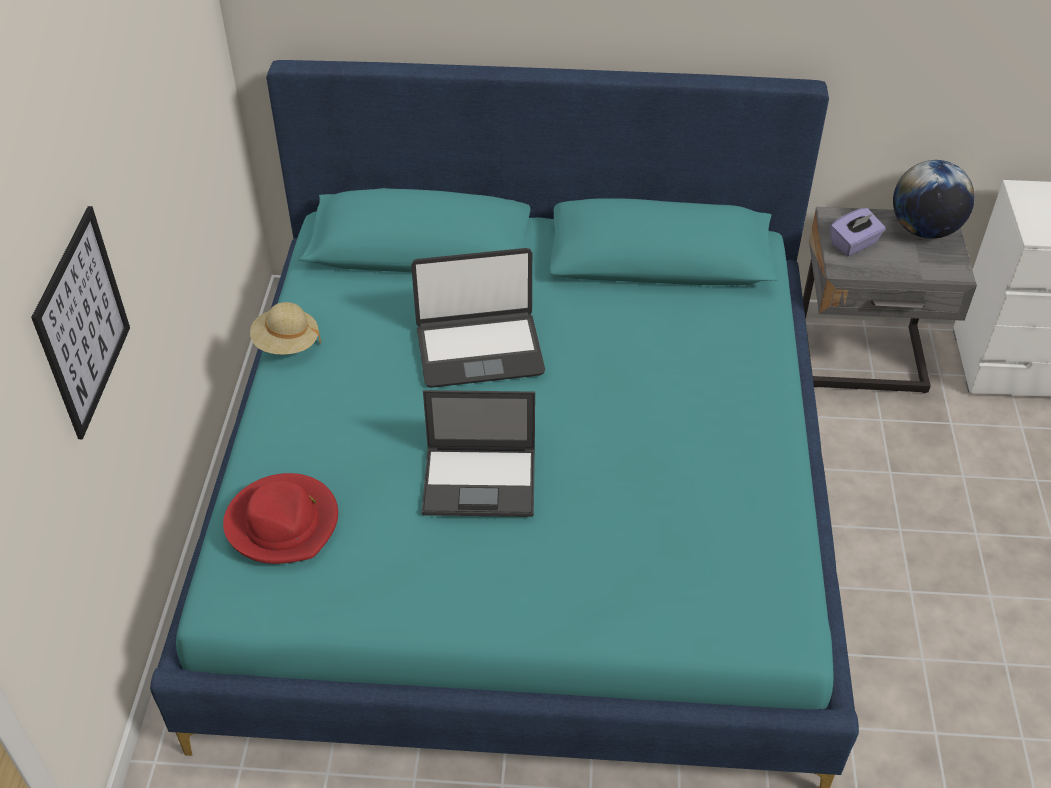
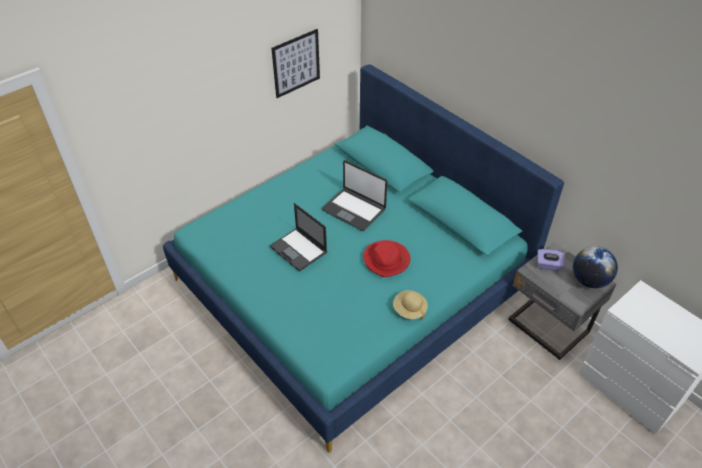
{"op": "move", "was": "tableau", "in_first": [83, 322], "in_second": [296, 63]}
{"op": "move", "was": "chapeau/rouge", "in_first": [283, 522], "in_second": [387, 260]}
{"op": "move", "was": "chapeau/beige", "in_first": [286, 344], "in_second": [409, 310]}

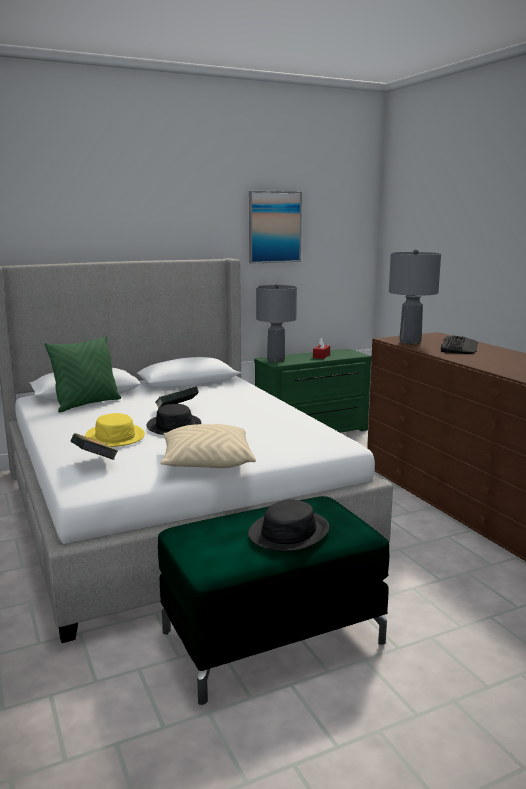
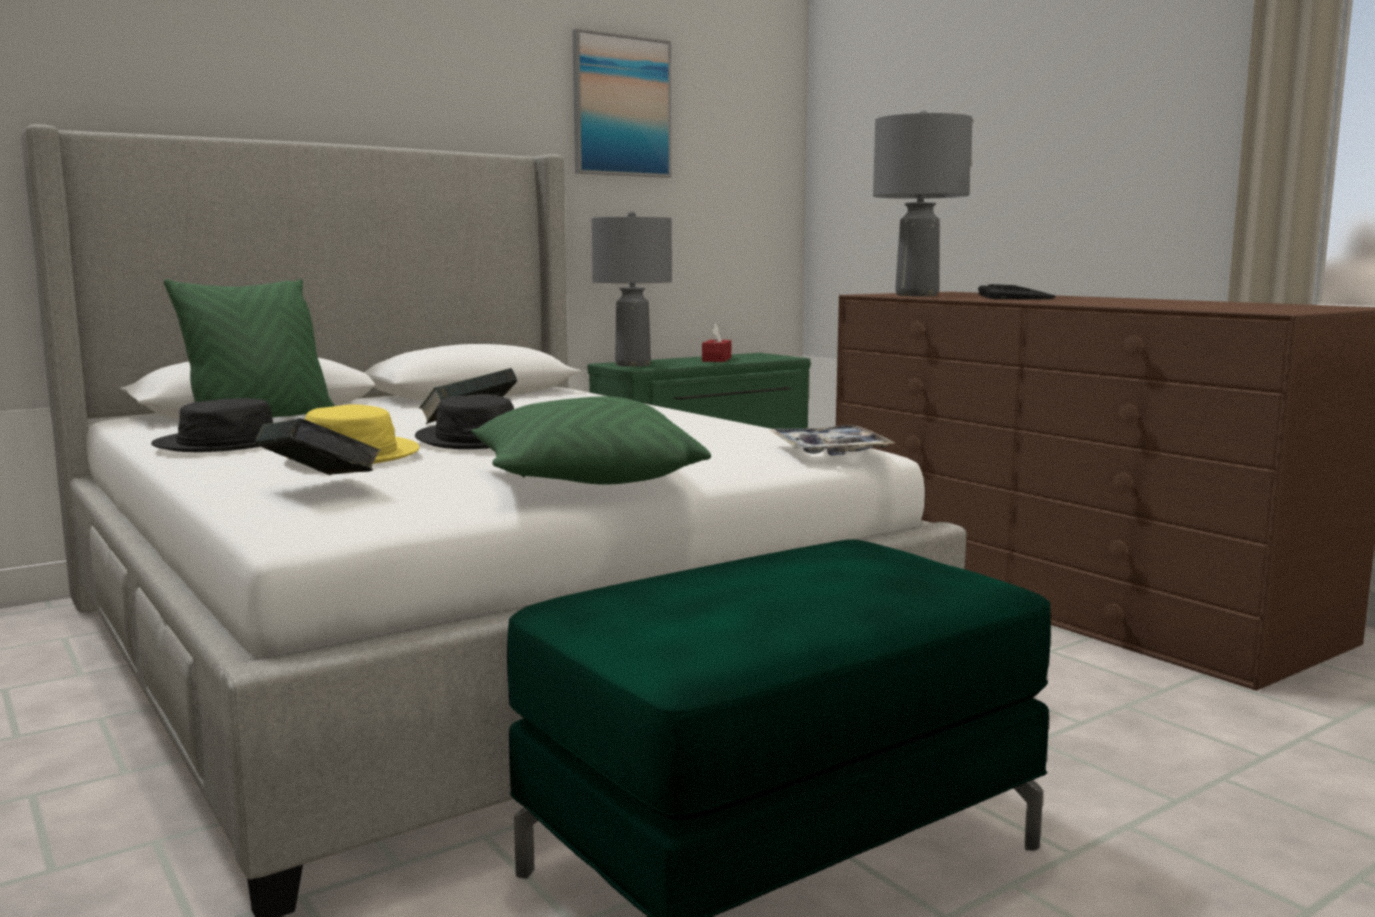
{"op": "insert", "now": "plateau", "in_second": [829, 452]}
{"op": "move", "was": "chapeau/noir", "in_first": [288, 532], "in_second": [227, 442]}
{"op": "recolor", "was": "coussin/beige", "now": "coussin/vert", "in_first": [206, 462], "in_second": [583, 481]}

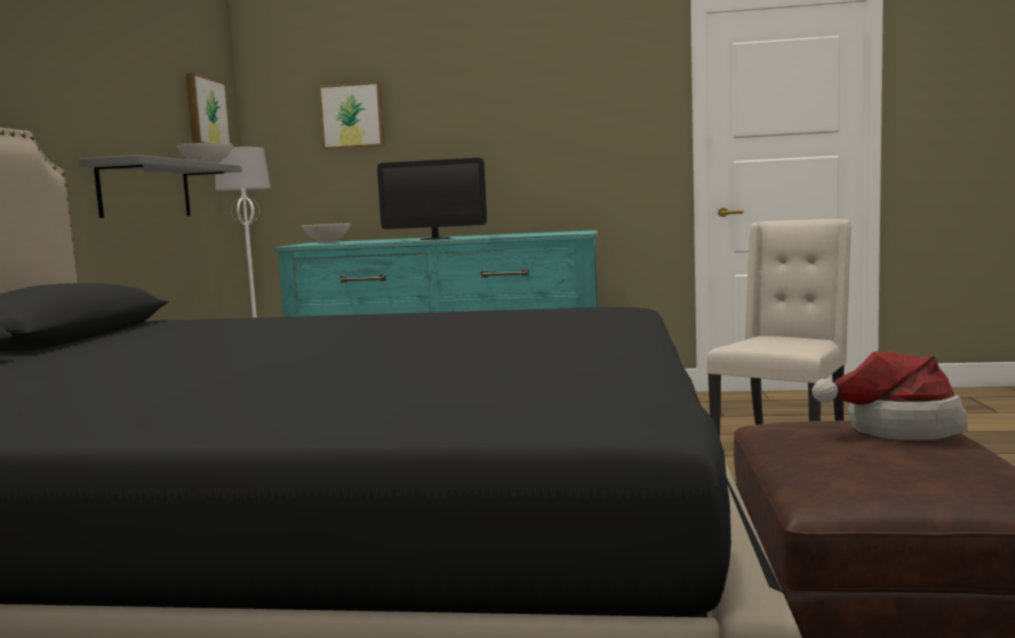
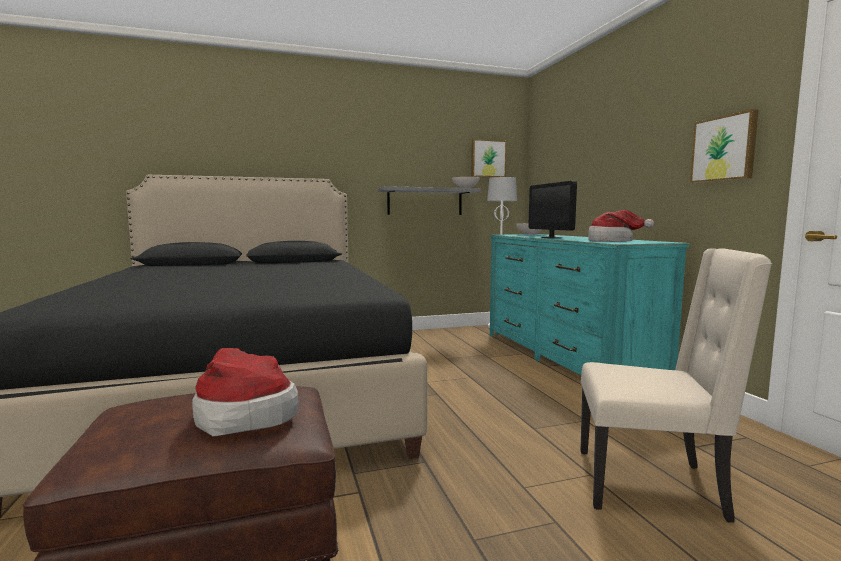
{"op": "insert", "now": "chapeau", "in_second": [613, 241]}
{"op": "move", "was": "tableau", "in_first": [352, 116], "in_second": [724, 149]}

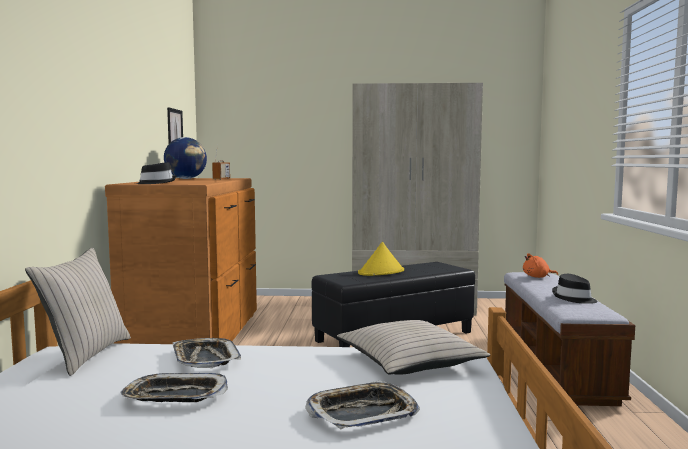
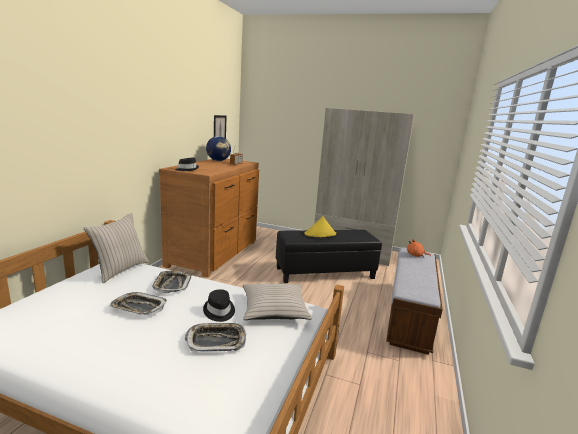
{"op": "move", "was": "chapeau/noir", "in_first": [574, 298], "in_second": [219, 311]}

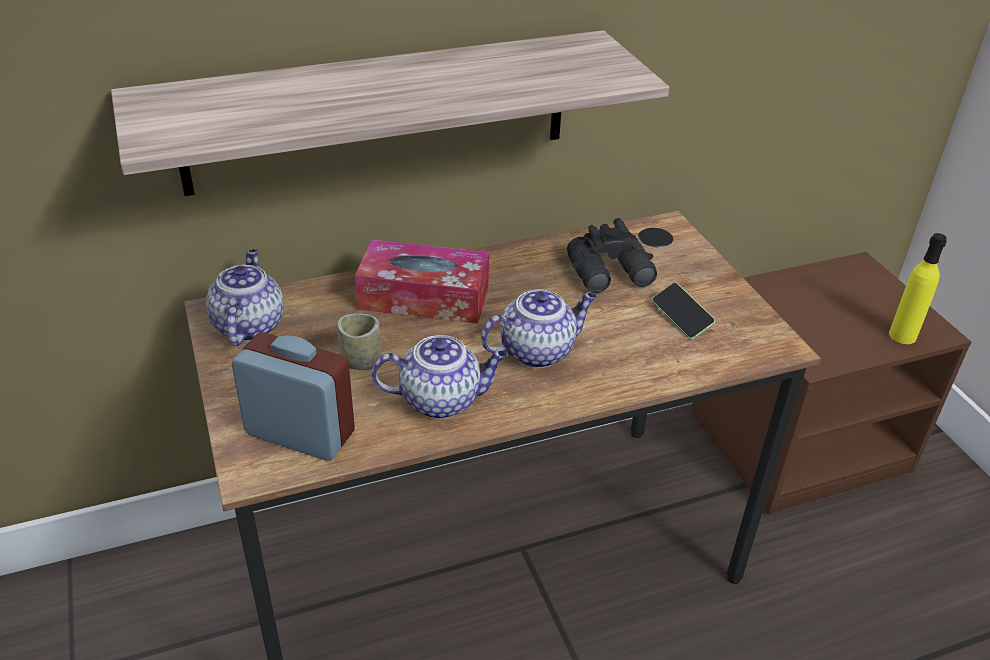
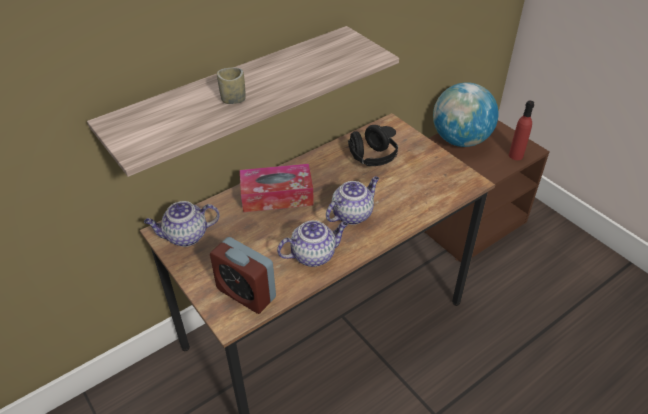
{"op": "delete", "was": "téléphone", "in_first": [681, 318]}
{"op": "insert", "now": "globe", "in_second": [460, 140]}
{"op": "move", "was": "tasse", "in_first": [361, 361], "in_second": [233, 99]}
{"op": "replace", "was": "jumelles/noir", "now": "casque audio/noir", "in_first": [612, 273], "in_second": [372, 159]}
{"op": "recolor", "was": "bouteille/jaune", "now": "bouteille/rouge", "in_first": [902, 335], "in_second": [516, 155]}
{"op": "rotate", "was": "théière", "in_first": [248, 325], "in_second": [185, 236], "clockwise": -90}
{"op": "rotate", "was": "réveil", "in_first": [300, 433], "in_second": [246, 293], "clockwise": -150}

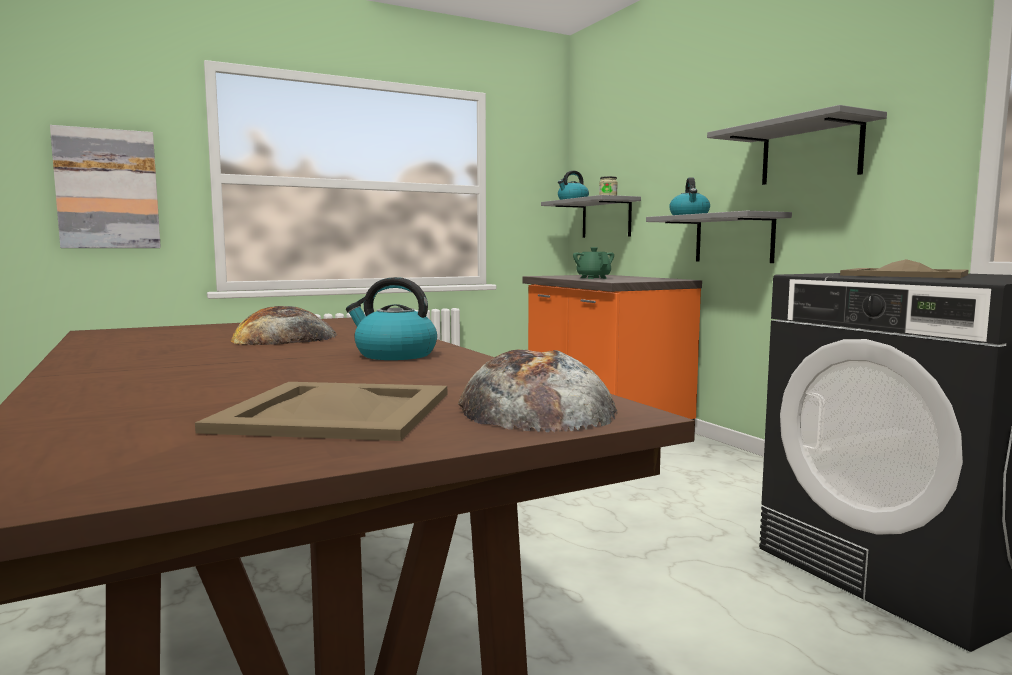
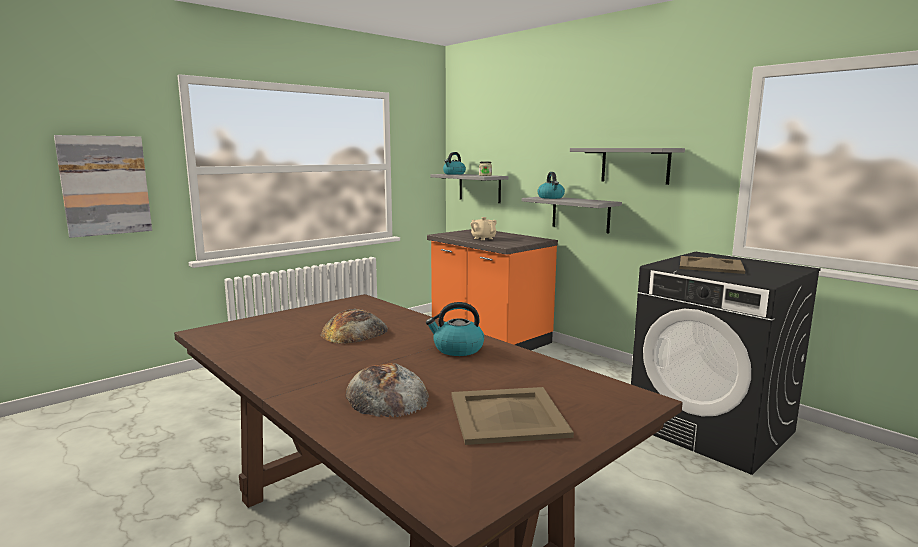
{"op": "move", "was": "pain", "in_first": [534, 407], "in_second": [386, 395]}
{"op": "recolor", "was": "théière/vert", "now": "théière/beige", "in_first": [593, 278], "in_second": [483, 238]}

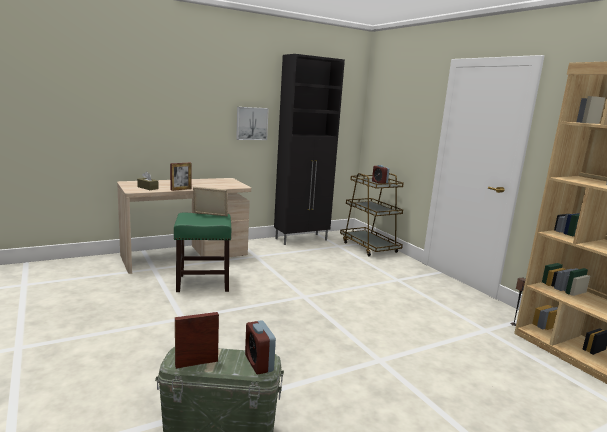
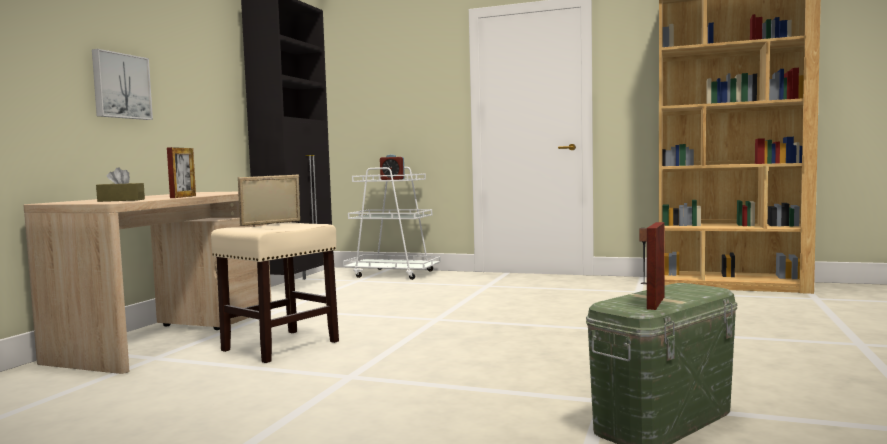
{"op": "delete", "was": "réveil", "in_first": [259, 363]}
{"op": "move", "was": "tableau", "in_first": [251, 123], "in_second": [120, 86]}
{"op": "recolor", "was": "tabouret/vert", "now": "tabouret/beige", "in_first": [202, 283], "in_second": [279, 346]}
{"op": "recolor", "was": "chariot/marron", "now": "chariot/blanc", "in_first": [369, 247], "in_second": [393, 274]}

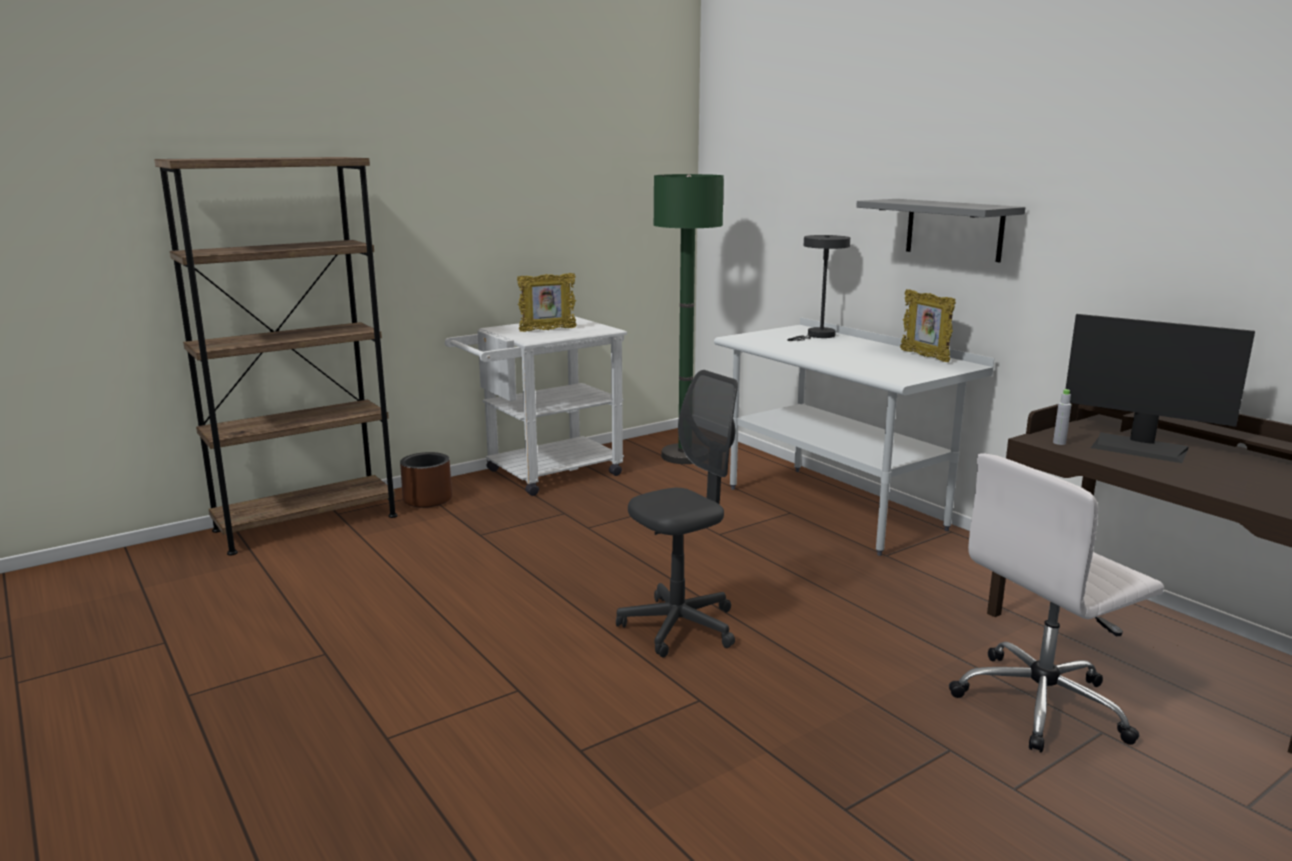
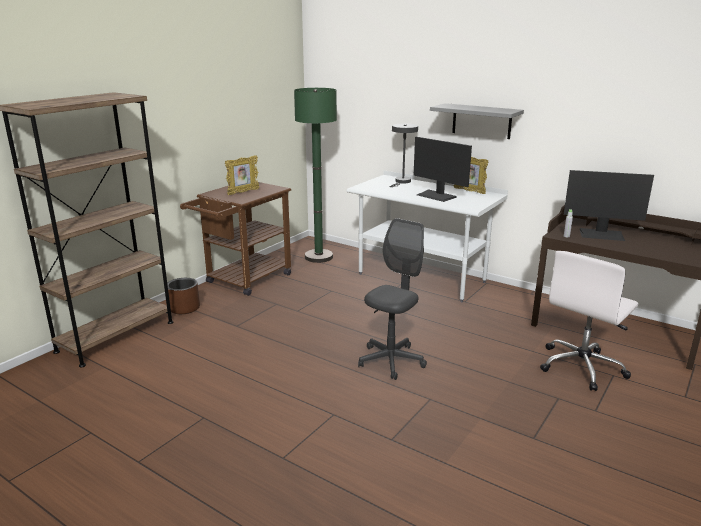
{"op": "insert", "now": "écran d'ordinateur", "in_second": [436, 196]}
{"op": "recolor", "was": "chariot/blanc", "now": "chariot/marron", "in_first": [543, 475], "in_second": [244, 281]}

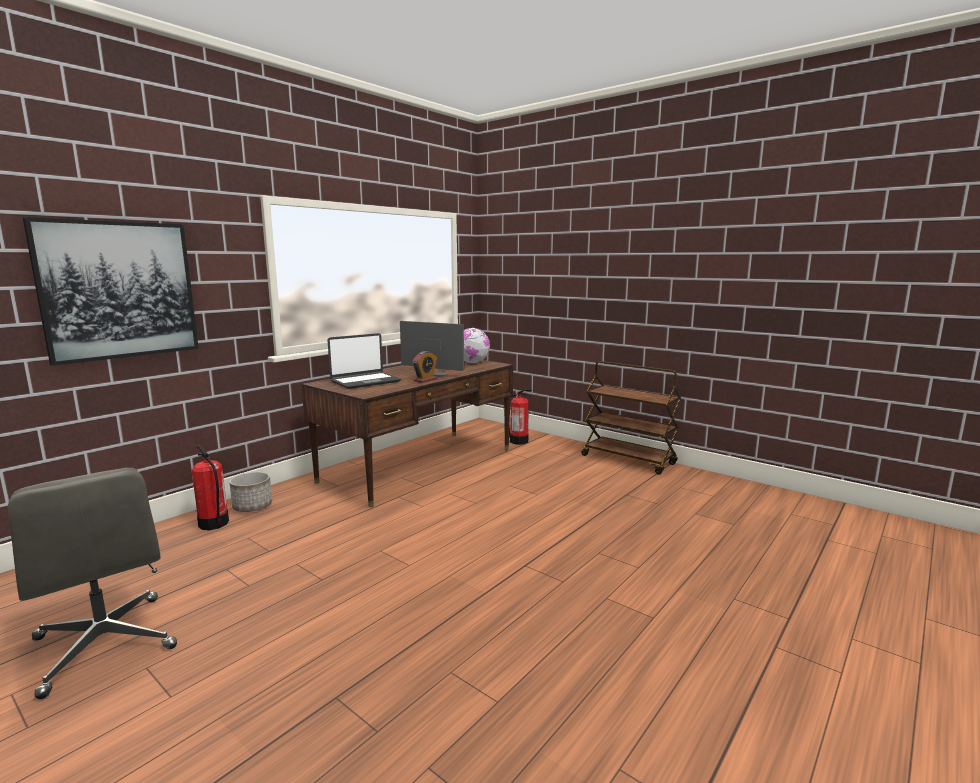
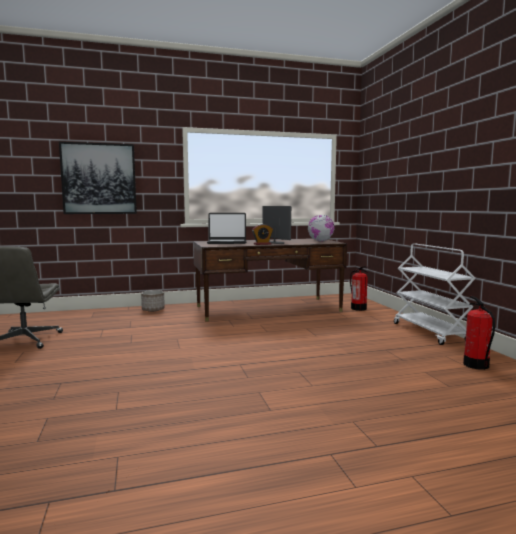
{"op": "move", "was": "extincteur", "in_first": [213, 524], "in_second": [476, 365]}
{"op": "recolor", "was": "chariot/marron", "now": "chariot/blanc", "in_first": [629, 460], "in_second": [430, 332]}

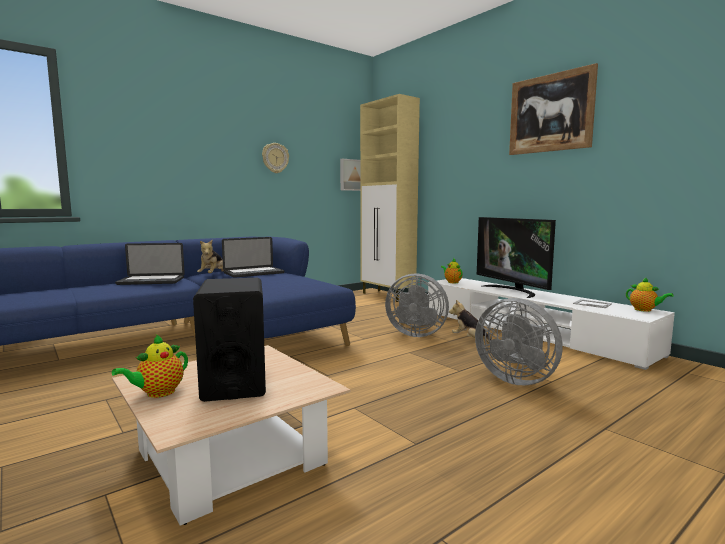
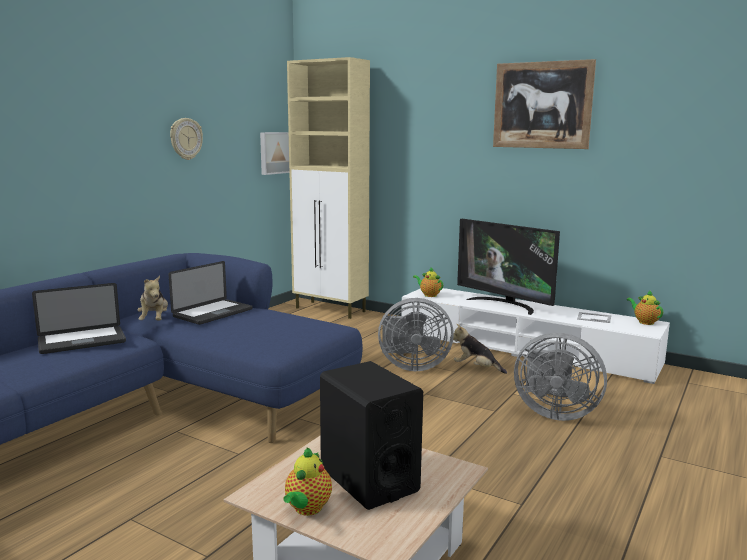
{"op": "rotate", "was": "théière", "in_first": [645, 310], "in_second": [644, 322], "clockwise": -150}

